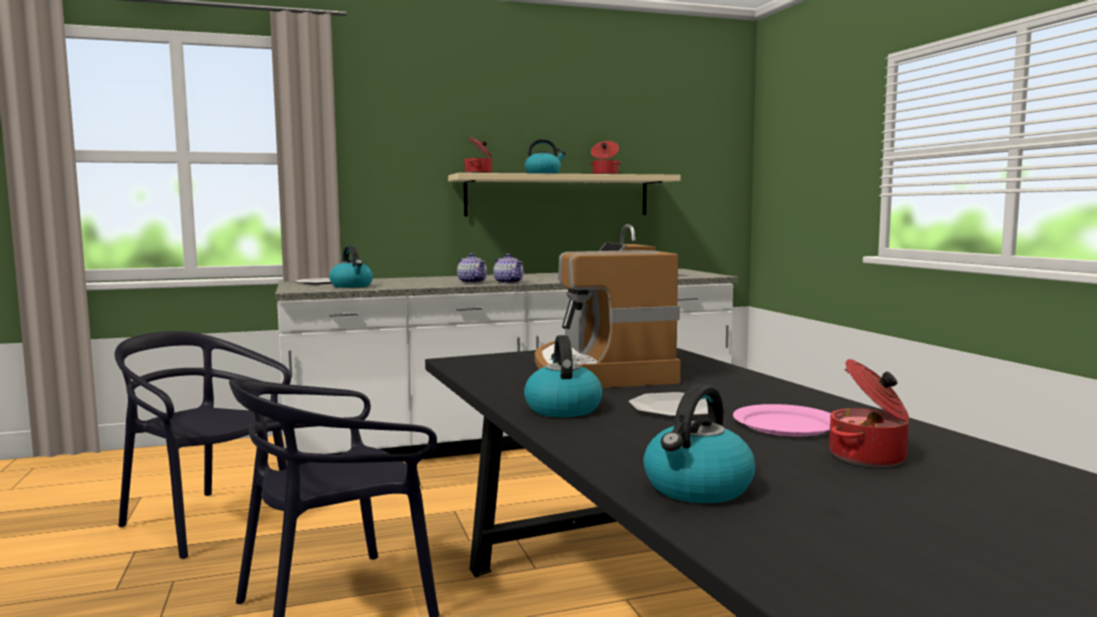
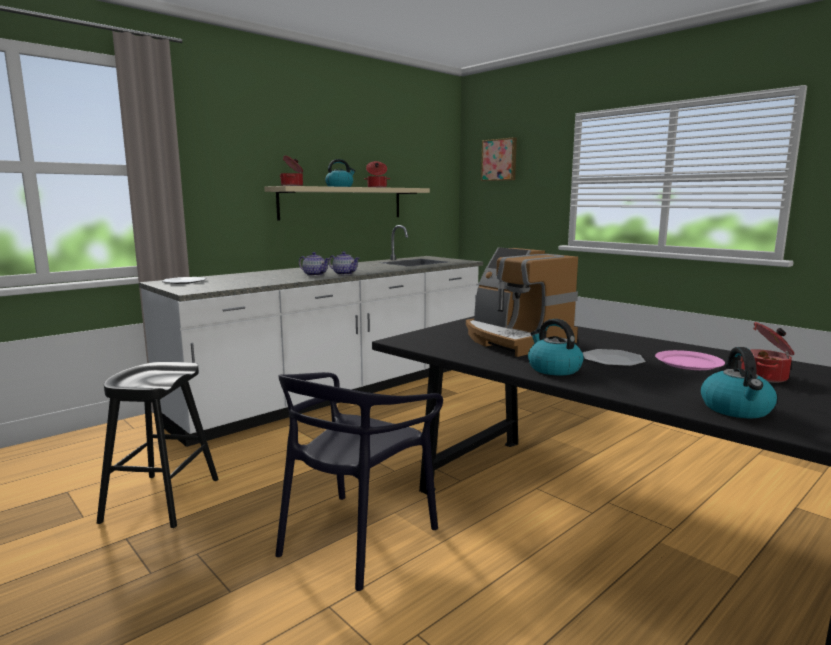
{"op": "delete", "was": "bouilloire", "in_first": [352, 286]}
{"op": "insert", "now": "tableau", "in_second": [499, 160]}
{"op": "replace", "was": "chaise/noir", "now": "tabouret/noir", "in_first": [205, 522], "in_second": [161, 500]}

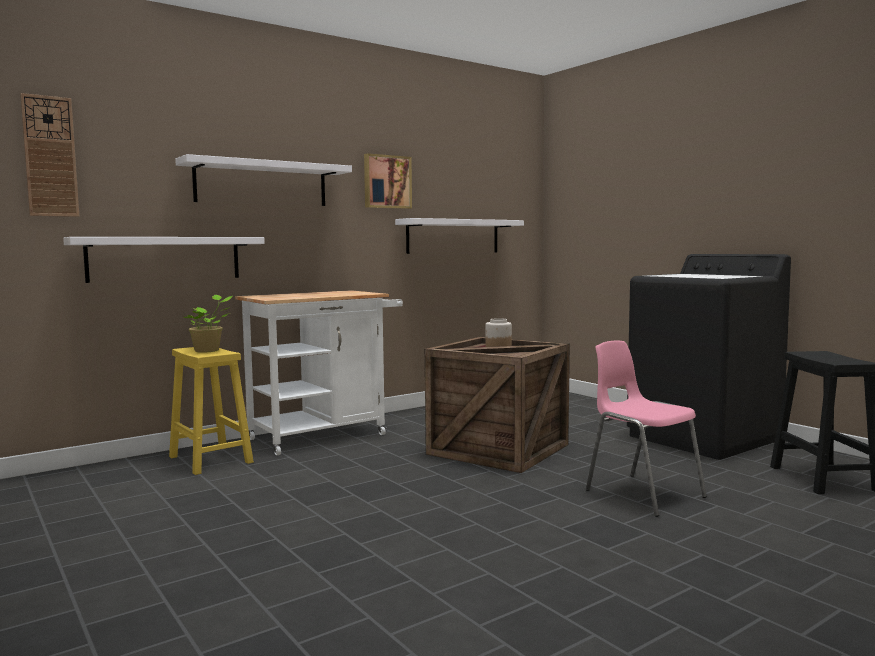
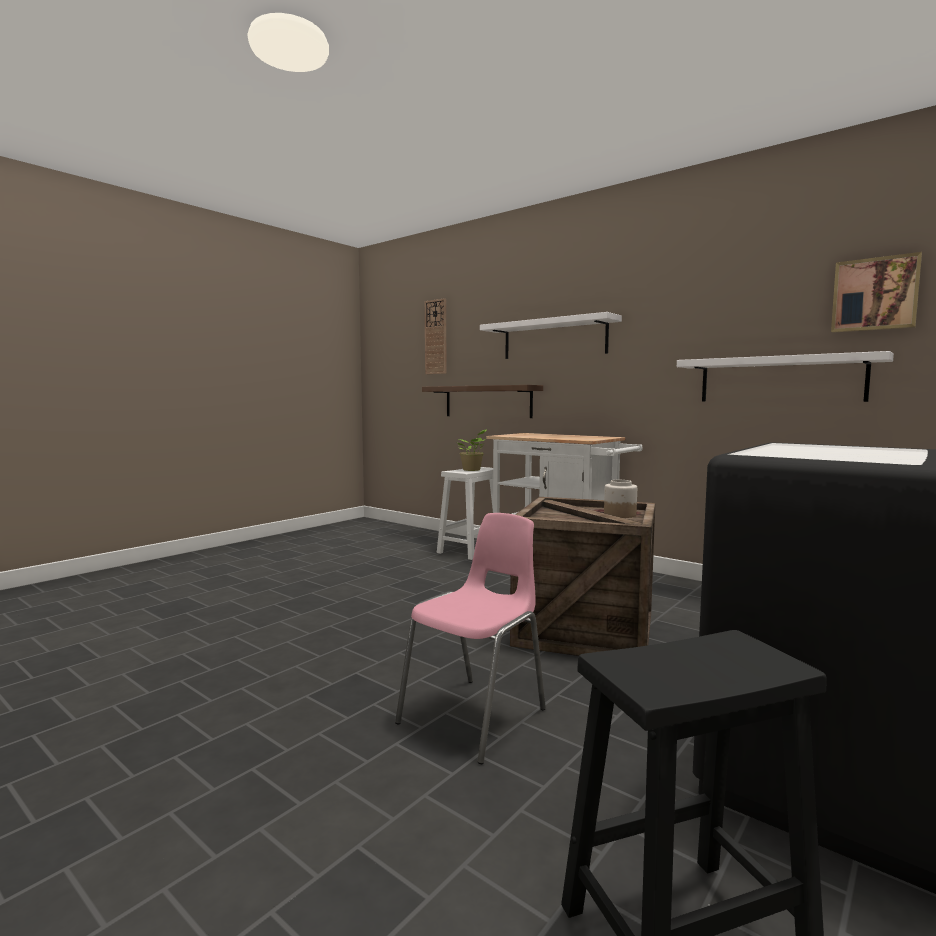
{"op": "move", "was": "tableau", "in_first": [386, 182], "in_second": [875, 294]}
{"op": "recolor", "was": "étagère/blanc", "now": "étagère/marron", "in_first": [165, 258], "in_second": [487, 401]}
{"op": "recolor", "was": "tabouret/jaune", "now": "tabouret/blanc", "in_first": [211, 460], "in_second": [469, 551]}

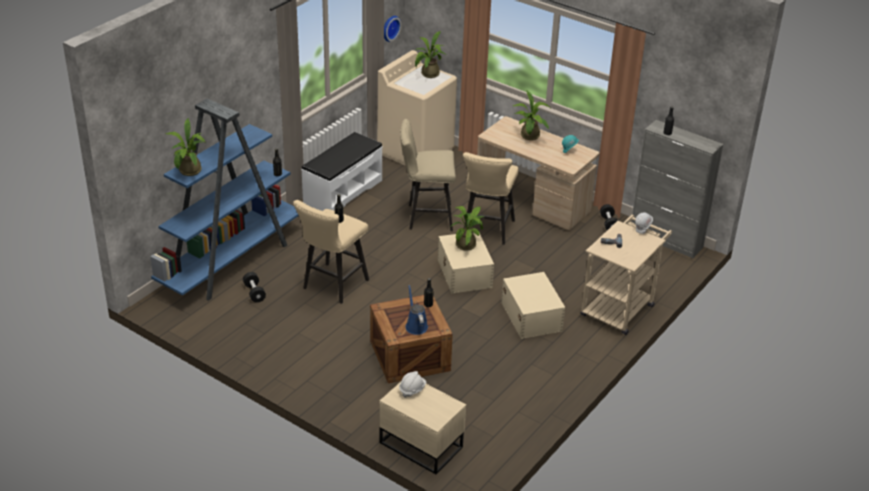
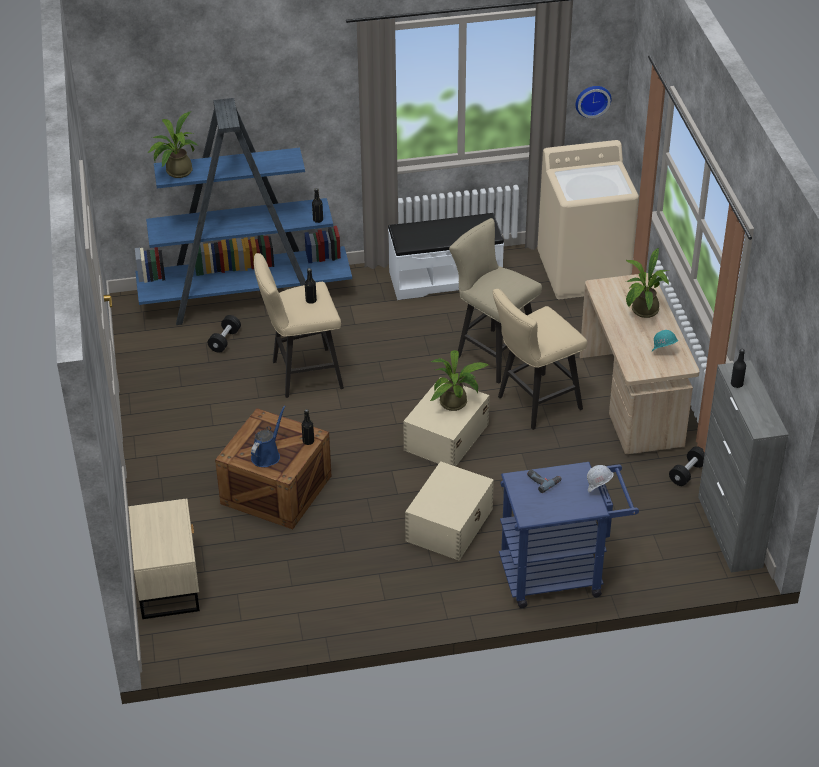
{"op": "delete", "was": "casque de chantier/blanc", "in_first": [412, 389]}
{"op": "delete", "was": "plante en pot", "in_first": [428, 75]}
{"op": "recolor", "was": "chariot/beige", "now": "chariot/bleu", "in_first": [620, 307], "in_second": [560, 574]}

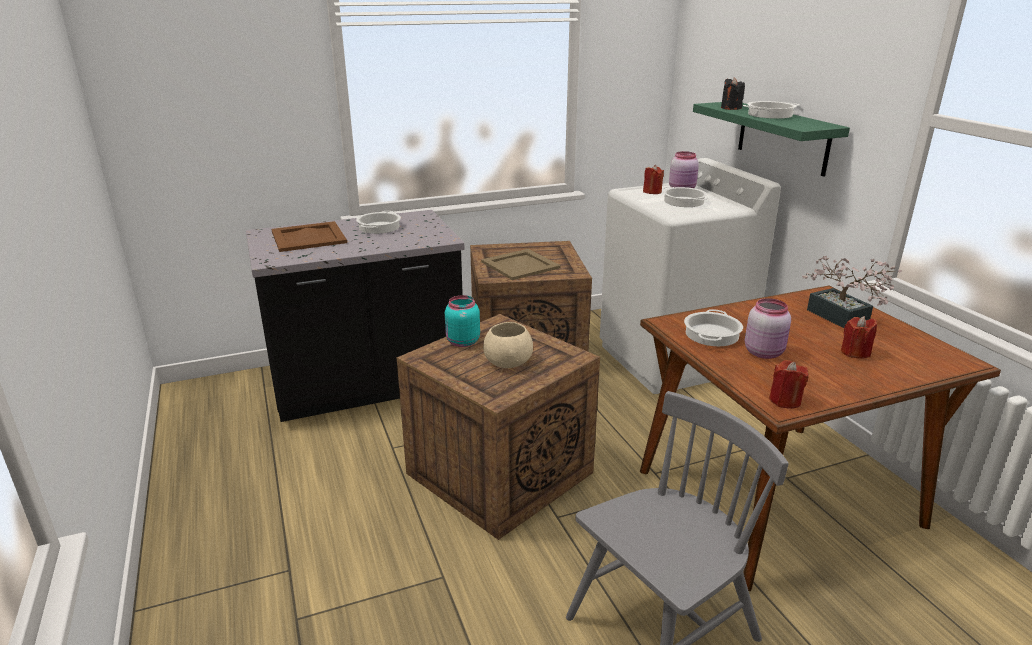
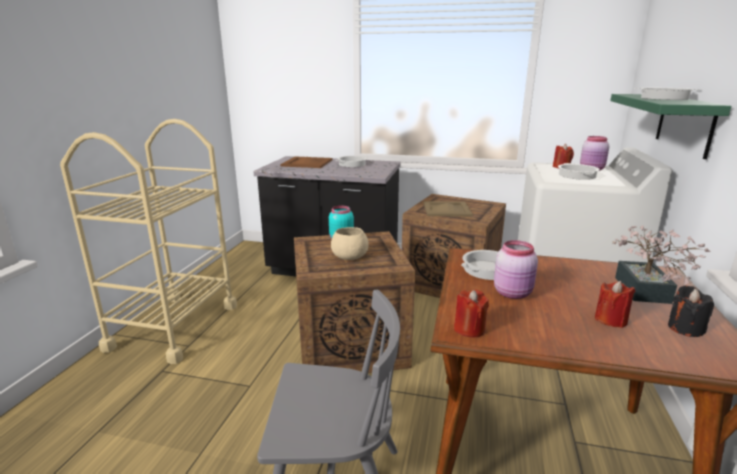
{"op": "insert", "now": "chariot/beige", "in_second": [174, 326]}
{"op": "move", "was": "bougie/noir", "in_first": [731, 108], "in_second": [685, 328]}

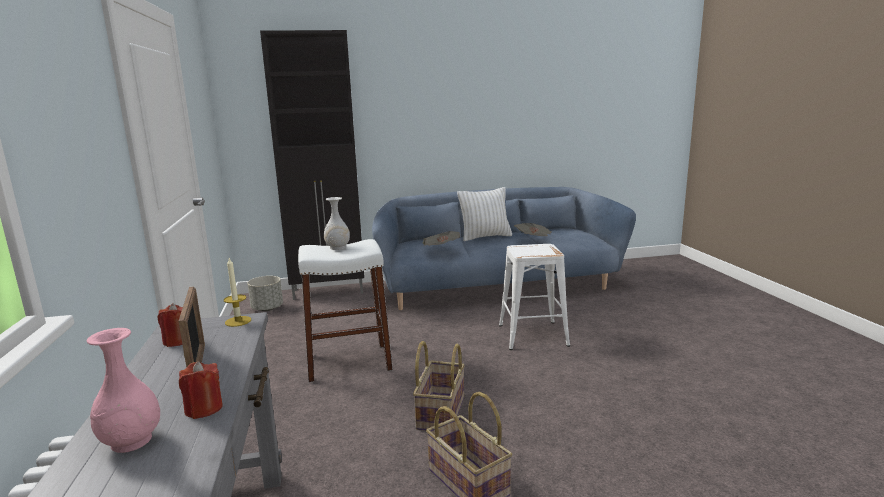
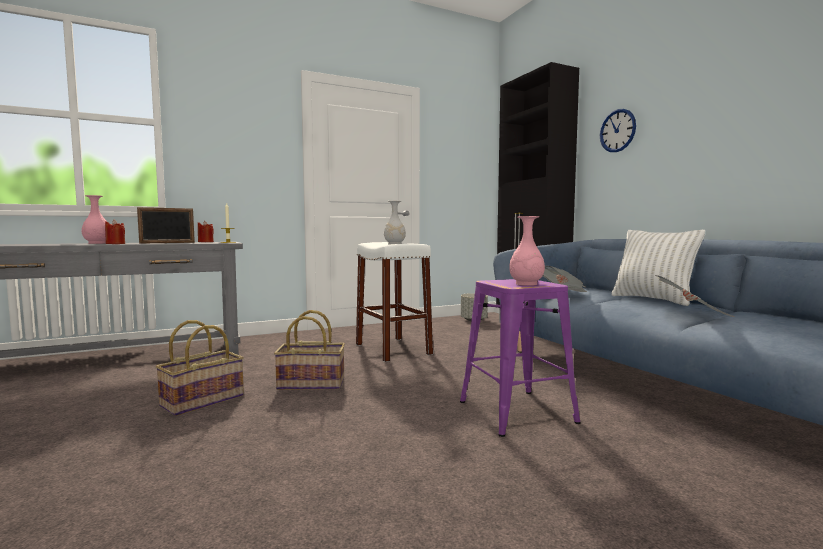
{"op": "insert", "now": "vase/rose", "in_second": [525, 284]}
{"op": "insert", "now": "horloge murale", "in_second": [617, 130]}
{"op": "recolor", "was": "tabouret/blanc", "now": "tabouret/violet", "in_first": [532, 334], "in_second": [517, 411]}

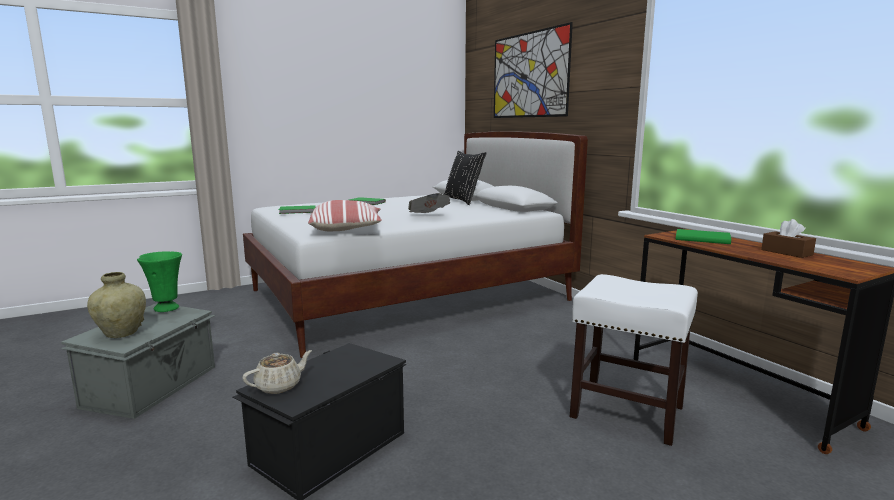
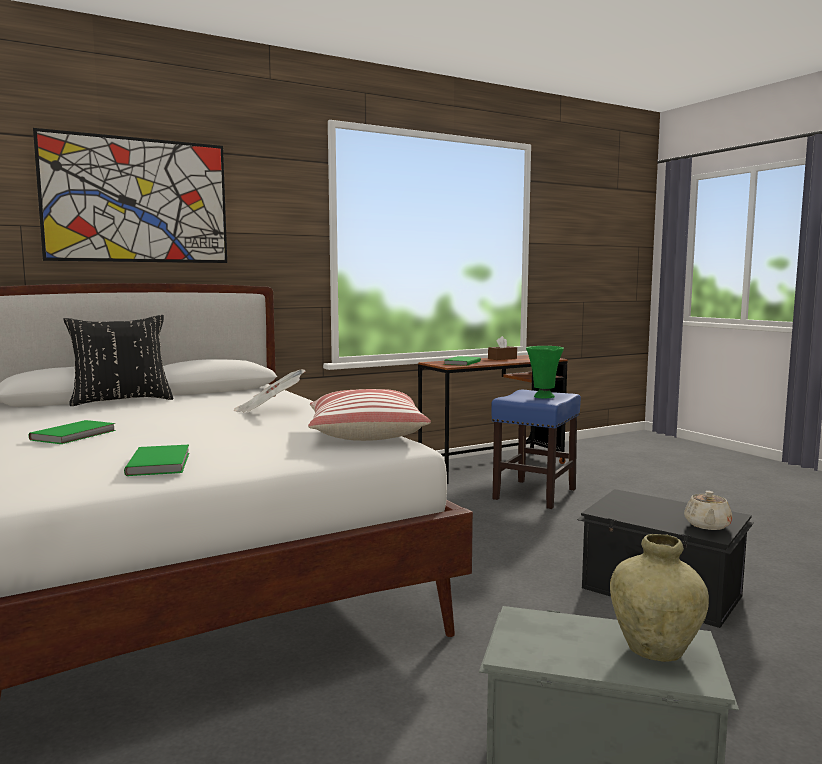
{"op": "move", "was": "vase/vert", "in_first": [166, 308], "in_second": [543, 397]}
{"op": "recolor", "was": "tabouret/blanc", "now": "tabouret/bleu", "in_first": [625, 411], "in_second": [534, 494]}
{"op": "rotate", "was": "théière/beige", "in_first": [279, 386], "in_second": [707, 525], "clockwise": -120}

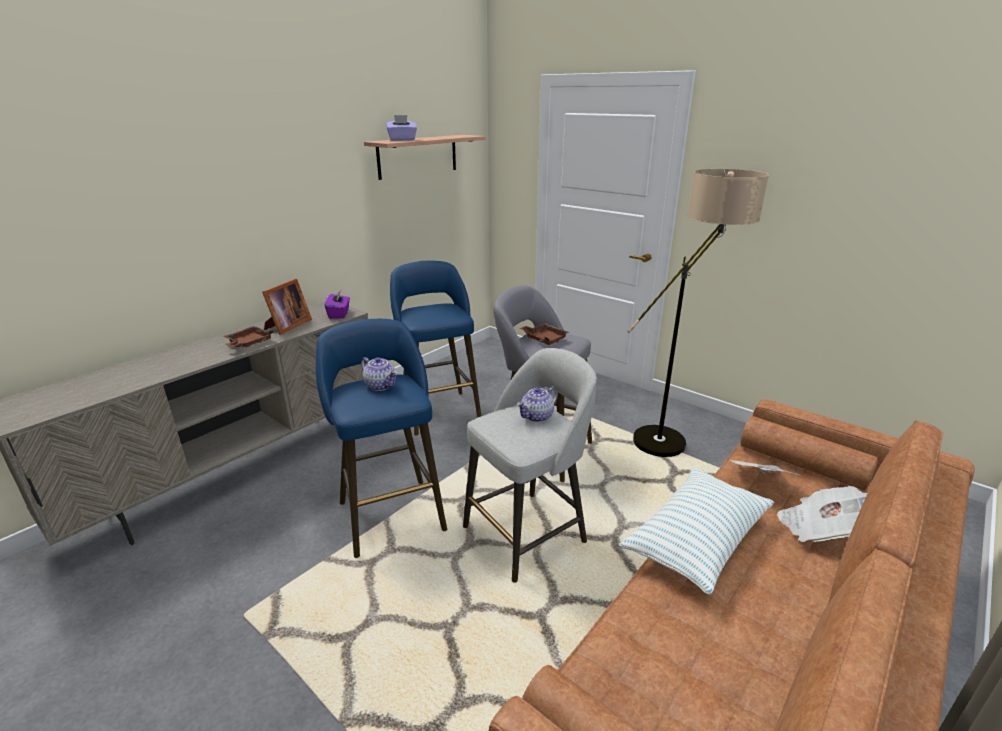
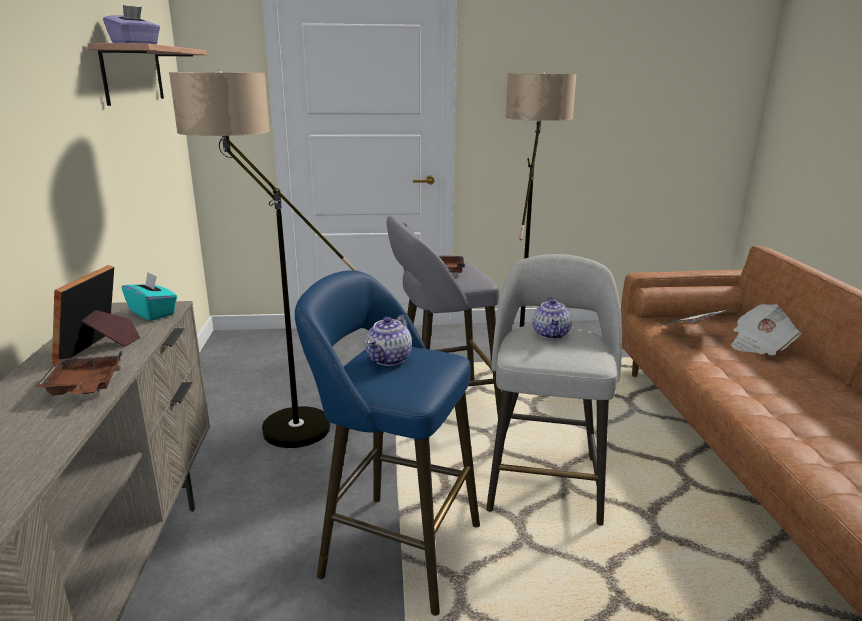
{"op": "delete", "was": "coussin", "in_first": [696, 540]}
{"op": "replace", "was": "tabouret/bleu", "now": "lampadaire", "in_first": [438, 410], "in_second": [274, 423]}
{"op": "recolor", "was": "boîte à mouchoirs/violet", "now": "boîte à mouchoirs/turquoise", "in_first": [339, 314], "in_second": [153, 313]}
{"op": "rotate", "was": "cadre photo", "in_first": [287, 326], "in_second": [100, 348], "clockwise": -150}
{"op": "rotate", "was": "théière", "in_first": [381, 385], "in_second": [389, 359], "clockwise": 120}

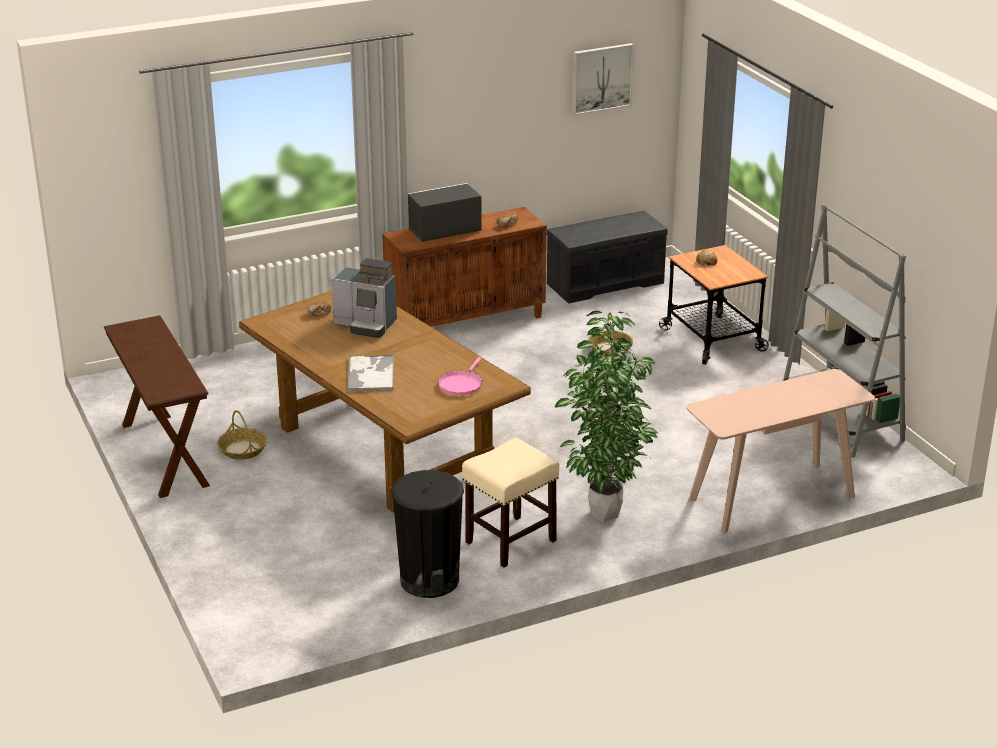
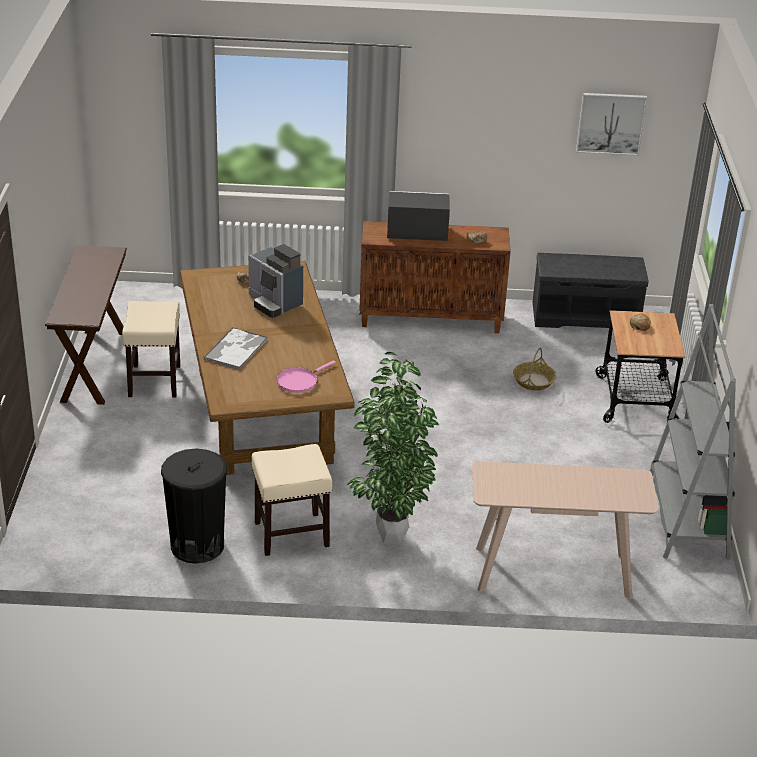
{"op": "replace", "was": "panier", "now": "tabouret/beige", "in_first": [242, 449], "in_second": [154, 380]}

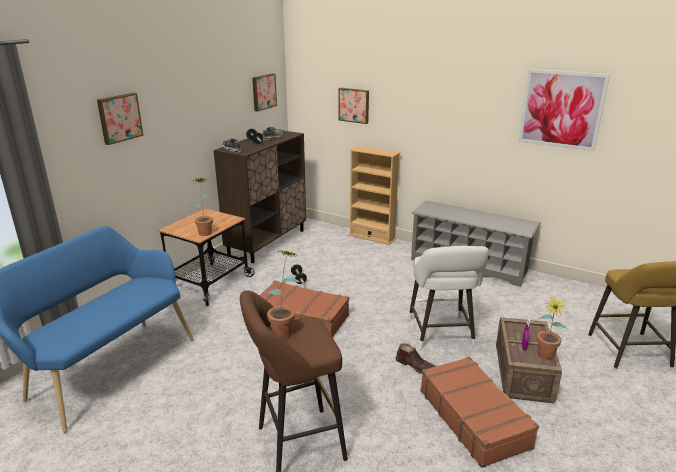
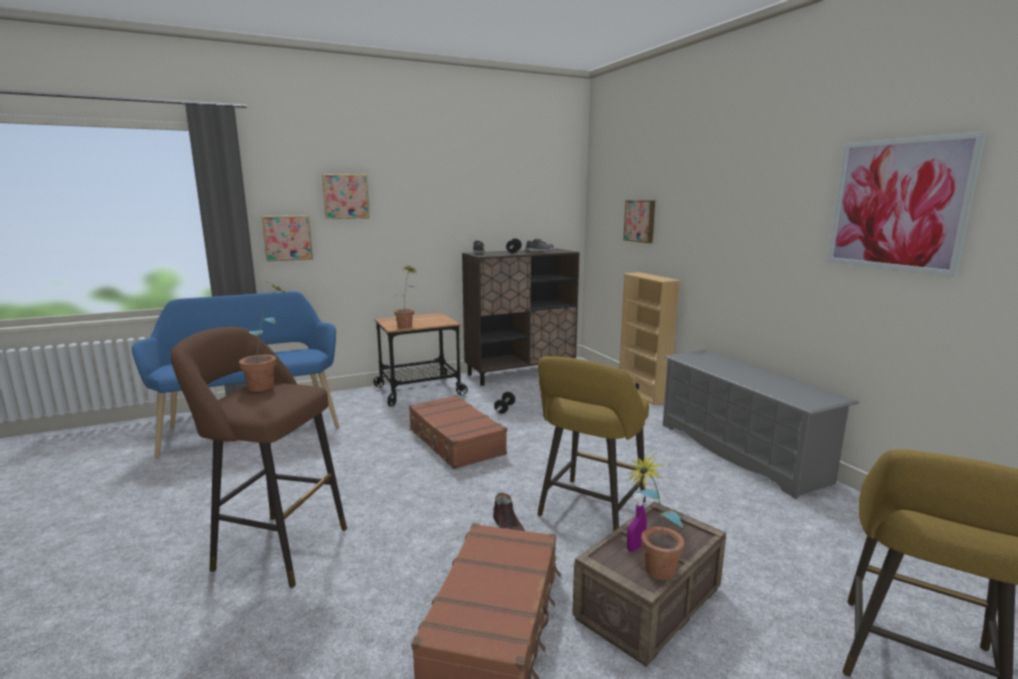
{"op": "move", "was": "tableau", "in_first": [263, 92], "in_second": [287, 237]}
{"op": "recolor", "was": "tabouret/blanc", "now": "tabouret/jaune", "in_first": [441, 335], "in_second": [589, 512]}

